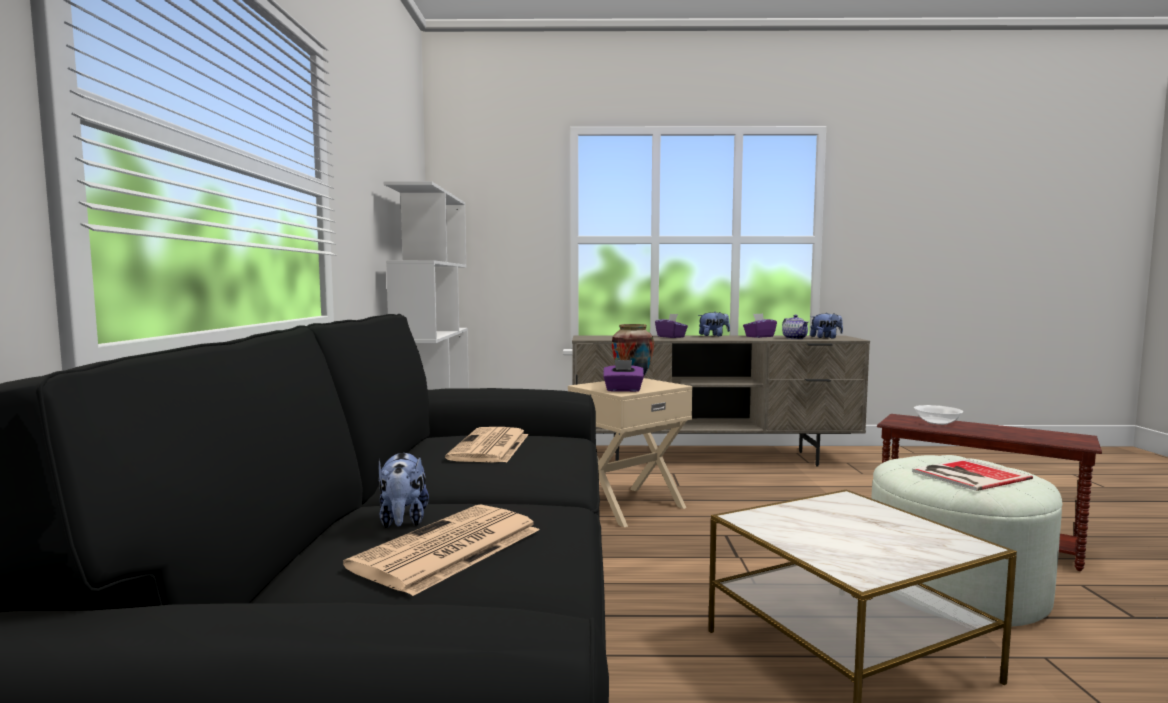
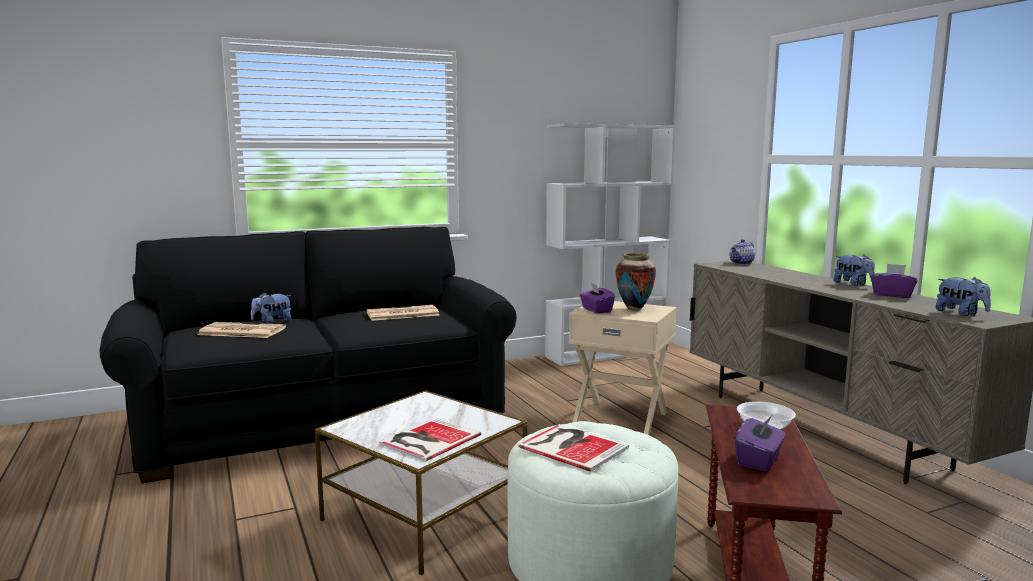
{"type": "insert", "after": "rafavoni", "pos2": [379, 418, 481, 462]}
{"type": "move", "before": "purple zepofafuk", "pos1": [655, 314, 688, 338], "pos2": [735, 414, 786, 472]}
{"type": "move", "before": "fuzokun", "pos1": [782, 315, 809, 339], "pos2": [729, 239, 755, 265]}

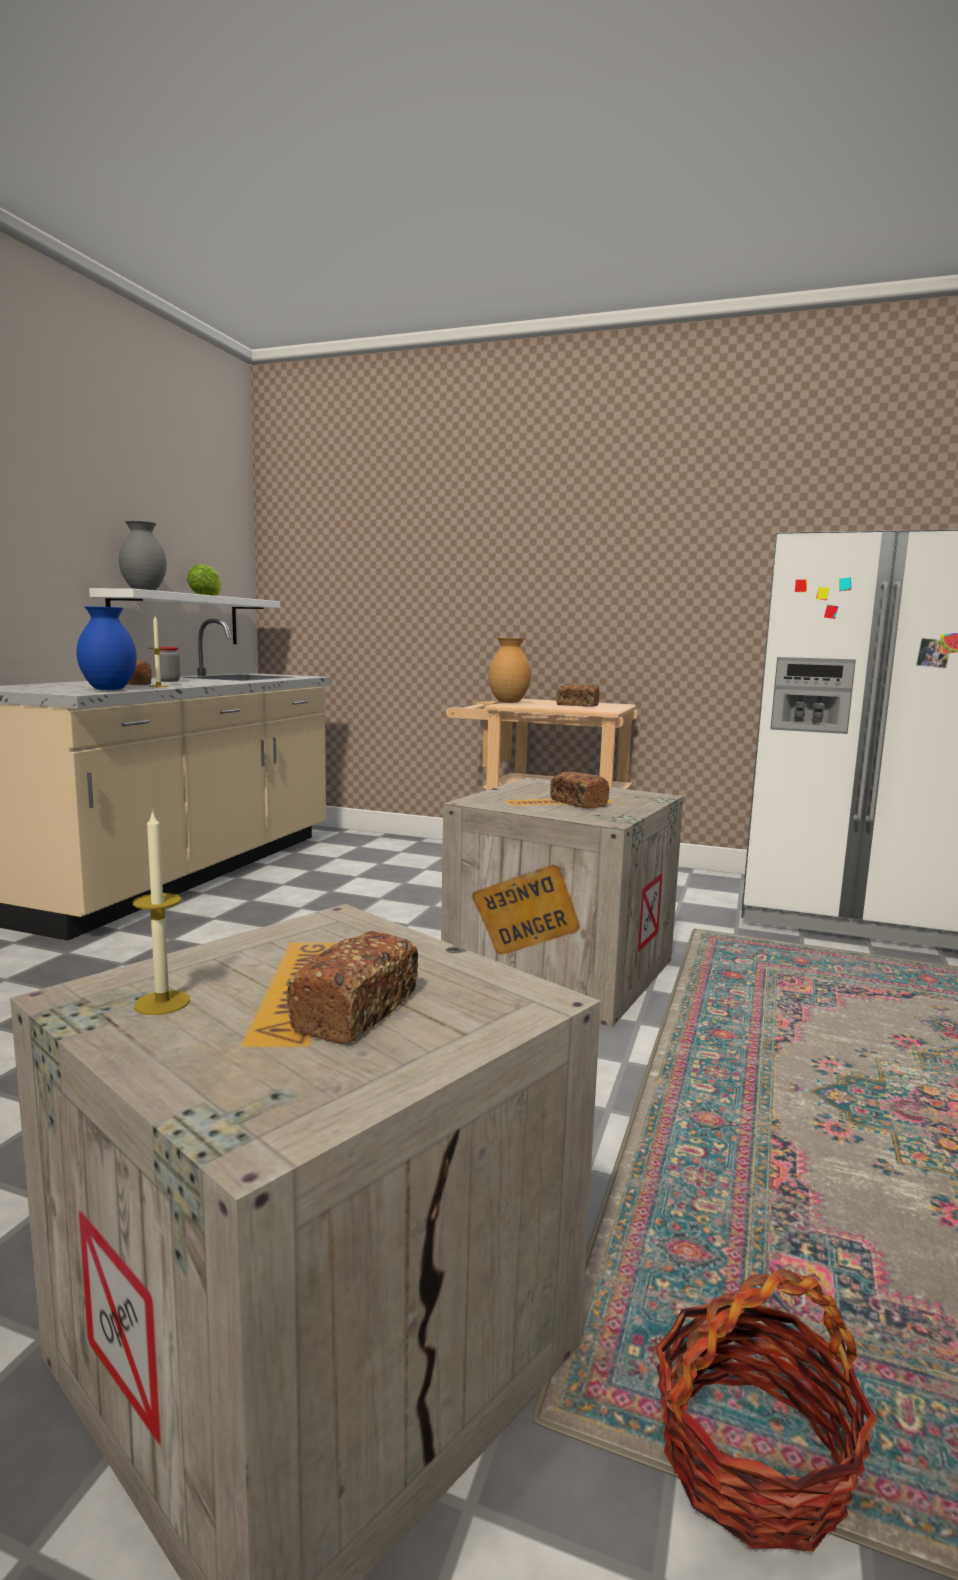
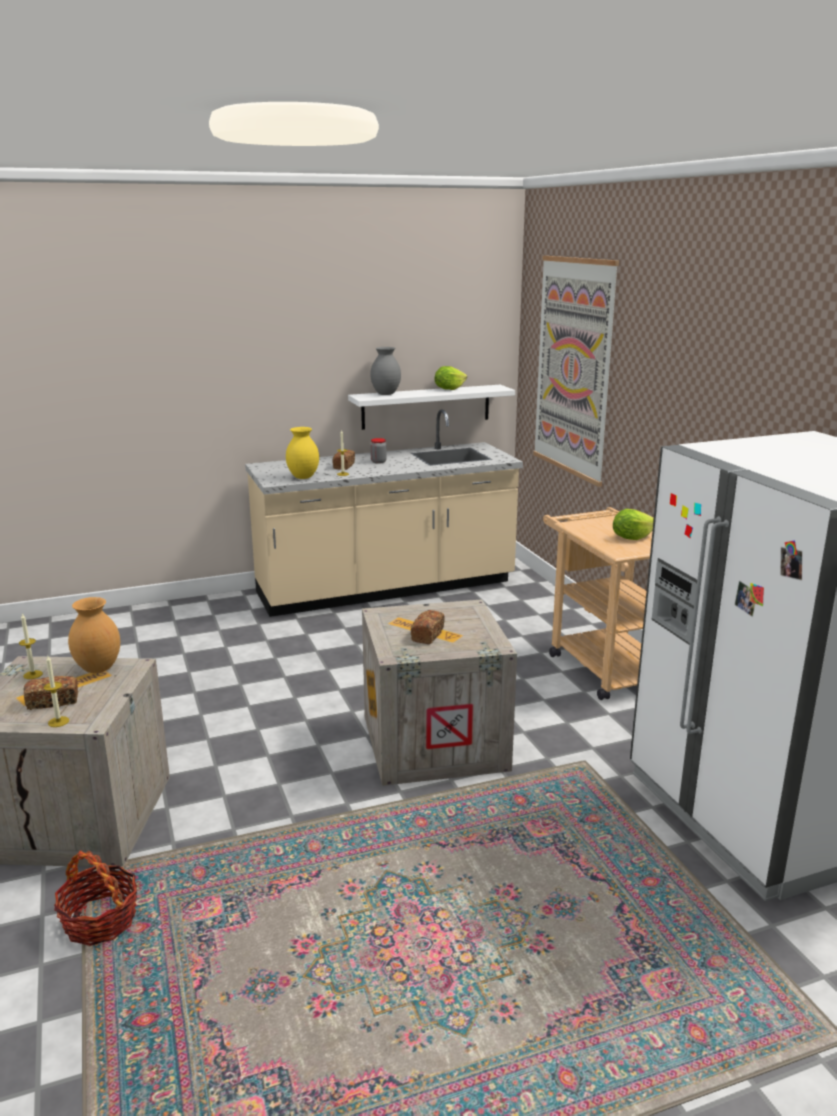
{"type": "insert", "after": "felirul", "pos2": [43, 656, 69, 727]}
{"type": "insert", "after": "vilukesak", "pos2": [533, 256, 619, 487]}
{"type": "move", "before": "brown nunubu", "pos1": [488, 638, 531, 703], "pos2": [68, 597, 120, 673]}
{"type": "replace", "before": "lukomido", "after": "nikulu", "pos1": [556, 685, 600, 706], "pos2": [613, 509, 654, 540]}
{"type": "recolor", "before": "blue nunubu", "after": "yellow nunubu", "pos1": [76, 606, 137, 690], "pos2": [286, 427, 319, 479]}

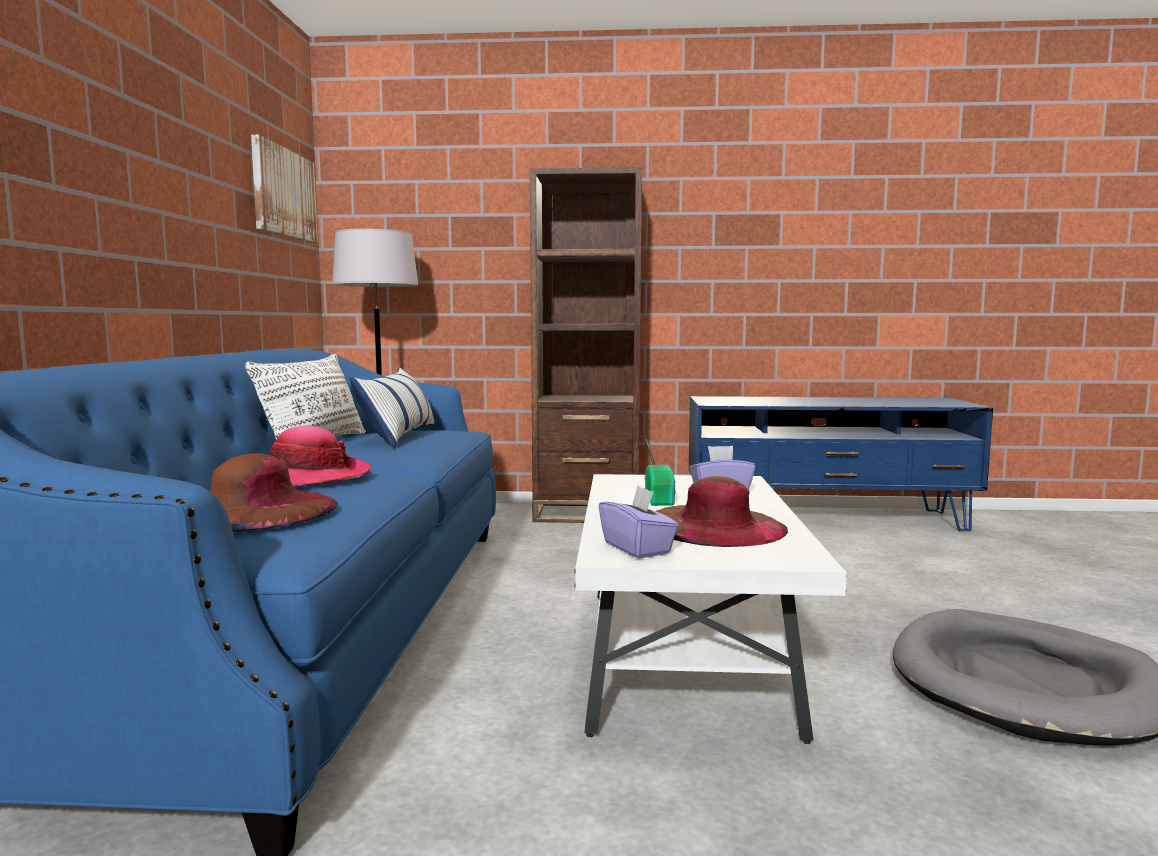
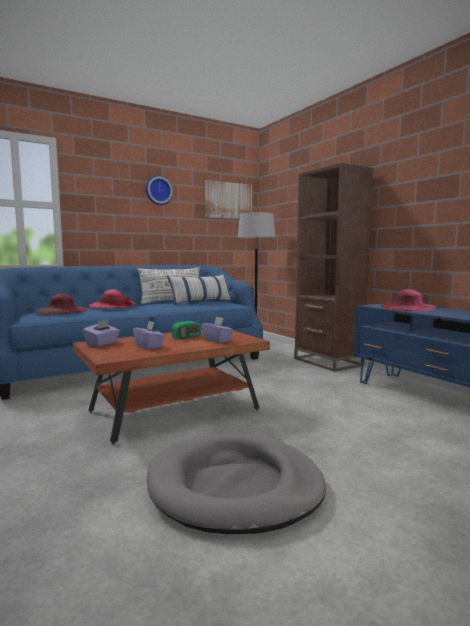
{"type": "insert", "after": "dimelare", "pos2": [146, 175, 173, 205]}
{"type": "insert", "after": "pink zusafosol", "pos2": [381, 289, 436, 311]}
{"type": "replace", "before": "brown zusafosol", "after": "purple zepofafuk", "pos1": [656, 476, 788, 547], "pos2": [133, 321, 165, 349]}
{"type": "recolor", "before": "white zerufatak", "after": "brown zerufatak", "pos1": [575, 474, 847, 744], "pos2": [73, 329, 270, 445]}

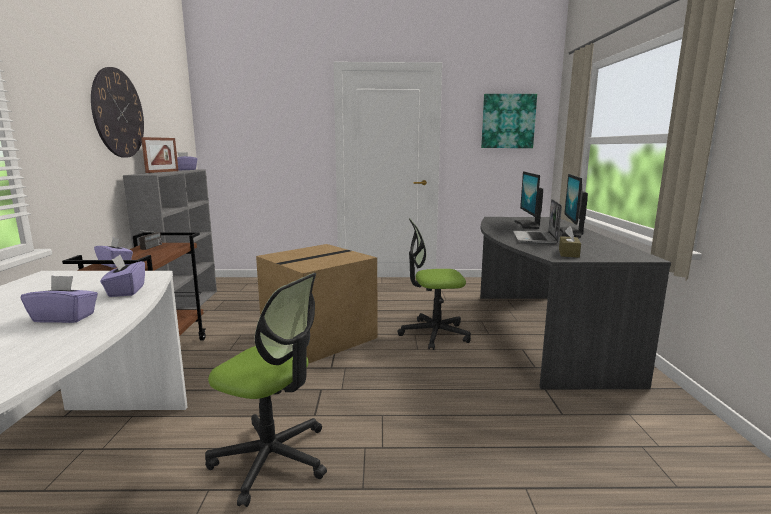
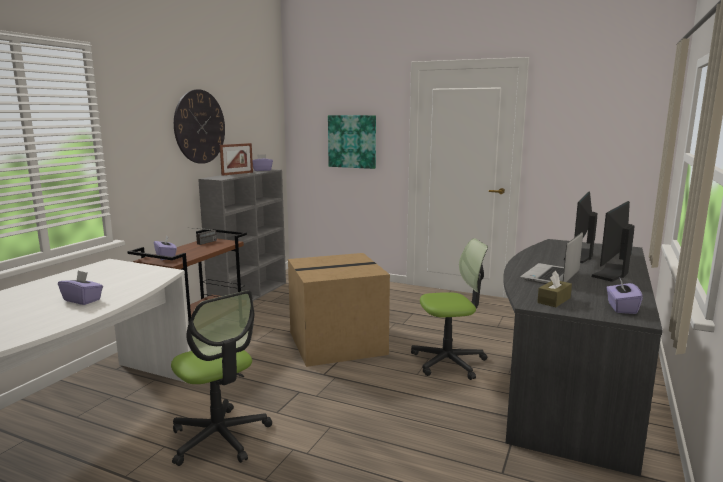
{"type": "move", "before": "purple zepofafuk", "pos1": [100, 255, 145, 297], "pos2": [606, 277, 643, 314]}
{"type": "move", "before": "vilukesak", "pos1": [481, 94, 537, 148], "pos2": [328, 115, 376, 169]}
{"type": "rotate", "before": "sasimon", "pos1": [397, 218, 471, 350], "pos2": [411, 238, 488, 380], "turn": 150}

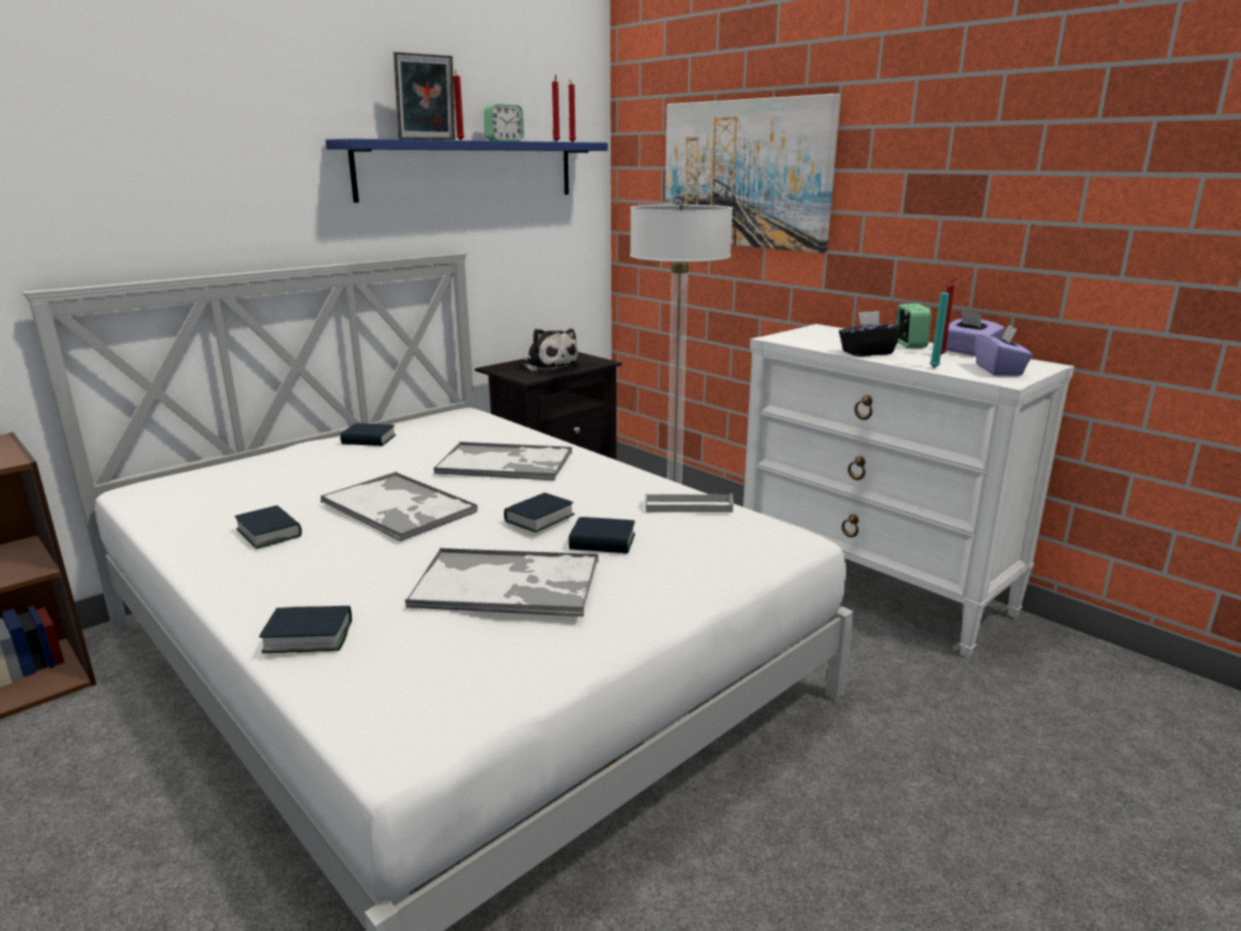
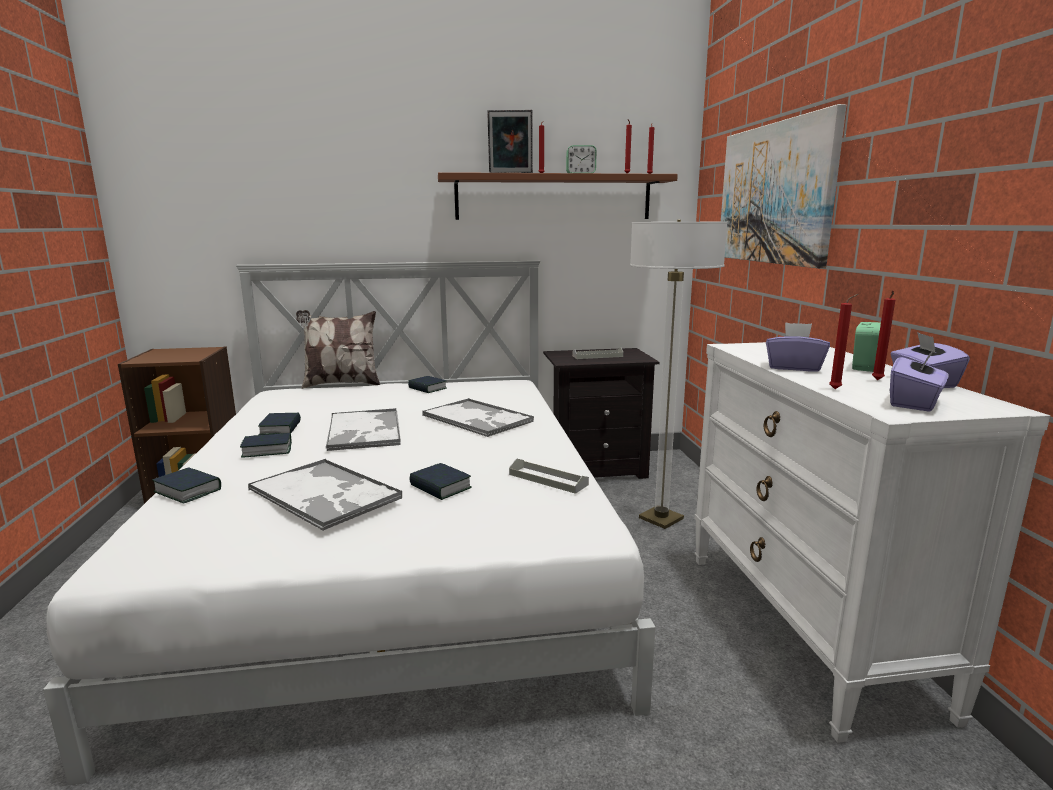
{"type": "insert", "after": "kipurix", "pos2": [296, 310, 380, 389]}
{"type": "move", "before": "rafavoni", "pos1": [504, 493, 575, 532], "pos2": [240, 433, 292, 458]}
{"type": "replace", "before": "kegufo", "after": "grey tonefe", "pos1": [522, 329, 580, 372], "pos2": [572, 347, 623, 359]}
{"type": "recolor", "before": "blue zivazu", "after": "brown zivazu", "pos1": [325, 139, 608, 203], "pos2": [438, 172, 678, 220]}
{"type": "recolor", "before": "black zepofafuk", "after": "purple zepofafuk", "pos1": [839, 311, 902, 356], "pos2": [766, 322, 830, 372]}
{"type": "recolor", "before": "turquoise felirul", "after": "red felirul", "pos1": [930, 284, 952, 368], "pos2": [829, 294, 859, 389]}

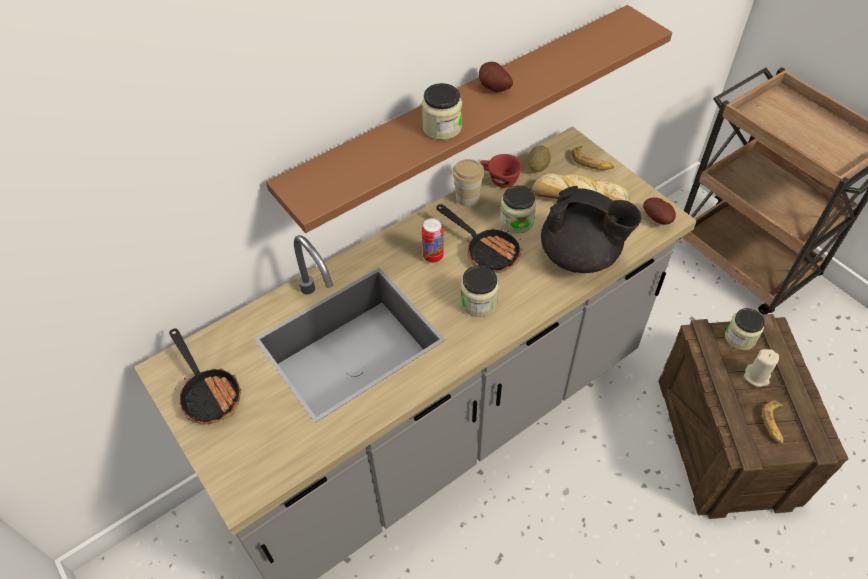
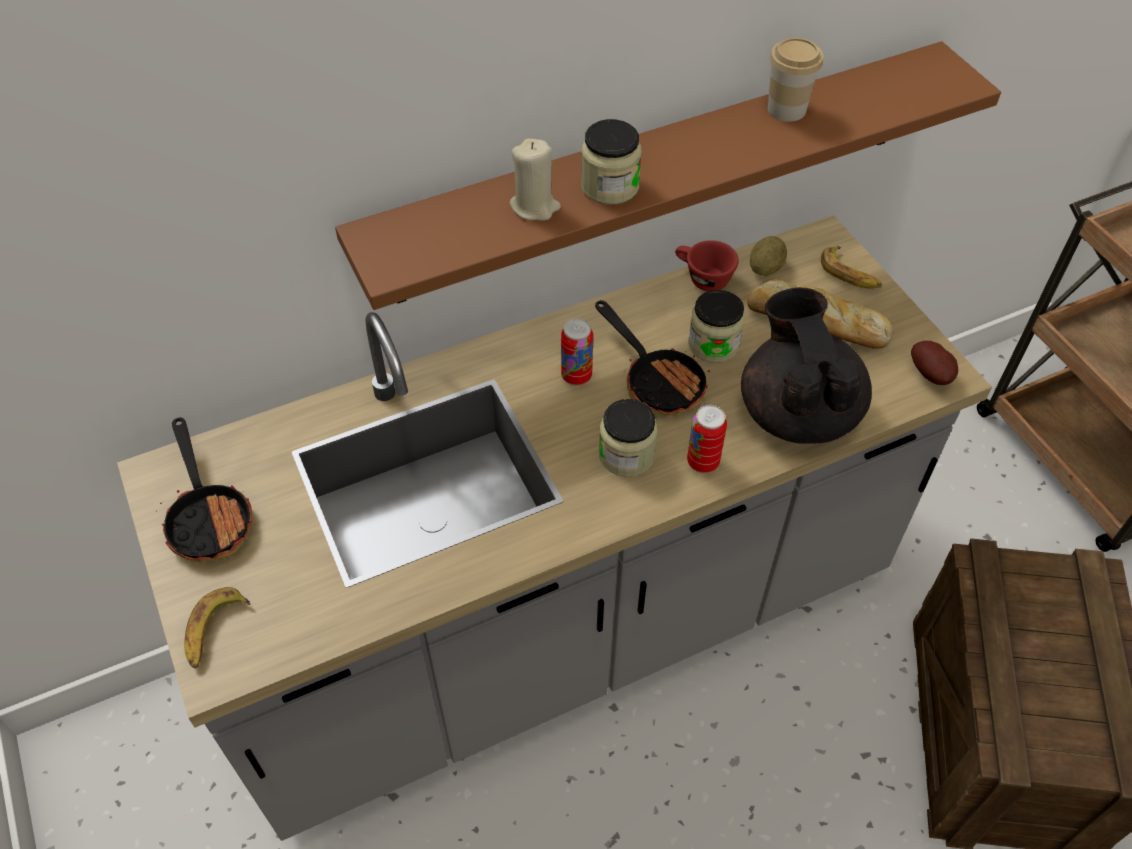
{"type": "delete", "before": "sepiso", "pos1": [479, 62, 513, 92]}
{"type": "delete", "before": "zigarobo", "pos1": [725, 308, 765, 350]}
{"type": "insert", "after": "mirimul", "pos2": [687, 405, 727, 473]}
{"type": "move", "before": "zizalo", "pos1": [452, 159, 485, 207], "pos2": [768, 38, 823, 122]}
{"type": "move", "before": "beige felirul", "pos1": [744, 349, 779, 387], "pos2": [510, 139, 561, 221]}
{"type": "move", "before": "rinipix", "pos1": [762, 400, 786, 444], "pos2": [184, 587, 250, 668]}
{"type": "rotate", "before": "black fuzokun", "pos1": [541, 186, 641, 273], "pos2": [741, 287, 872, 444], "turn": -135}

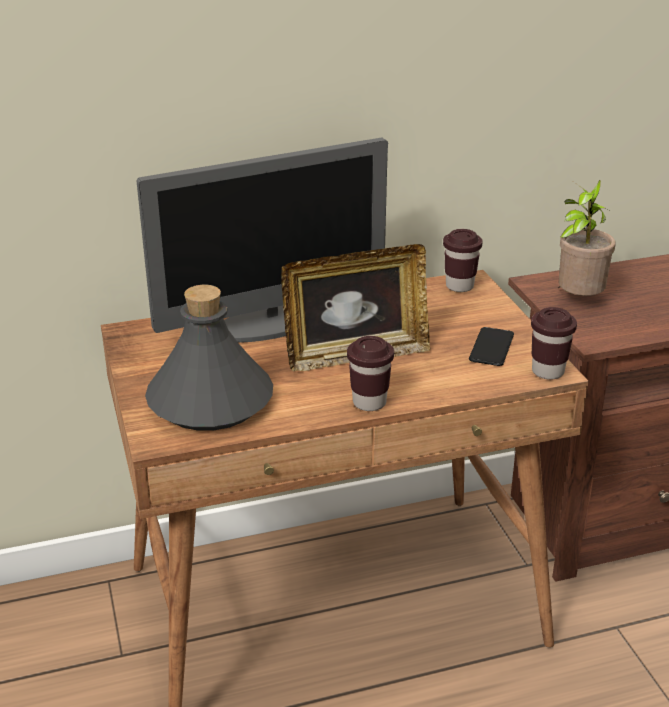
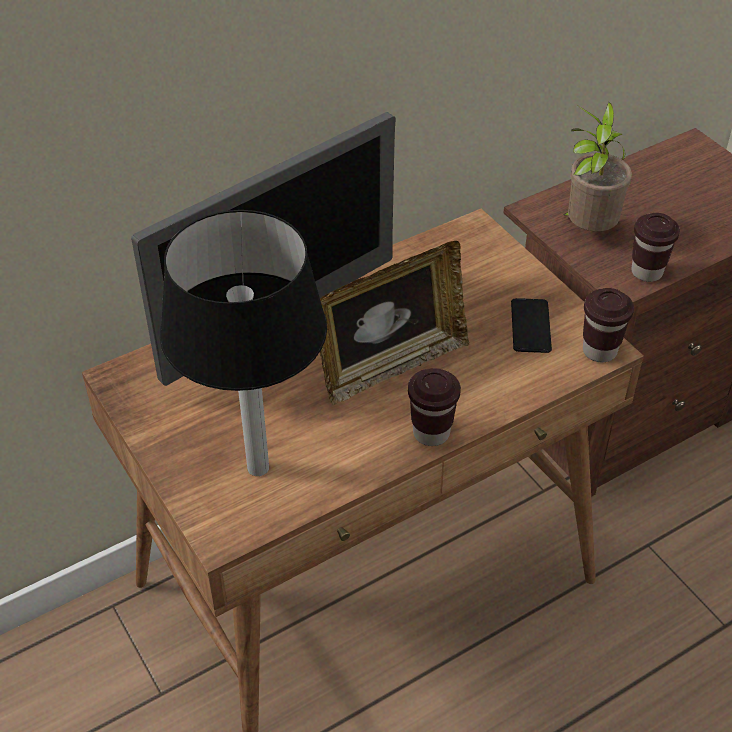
{"type": "move", "before": "brown zizalo", "pos1": [443, 229, 483, 292], "pos2": [631, 213, 680, 282]}
{"type": "replace", "before": "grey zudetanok", "after": "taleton", "pos1": [145, 285, 273, 431], "pos2": [160, 210, 327, 476]}

